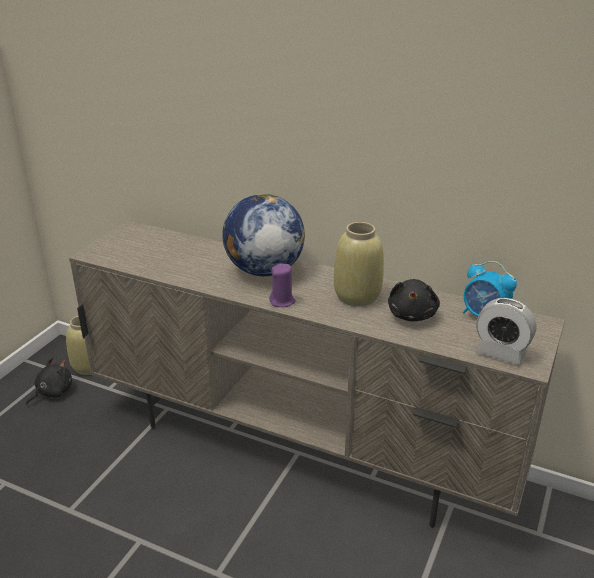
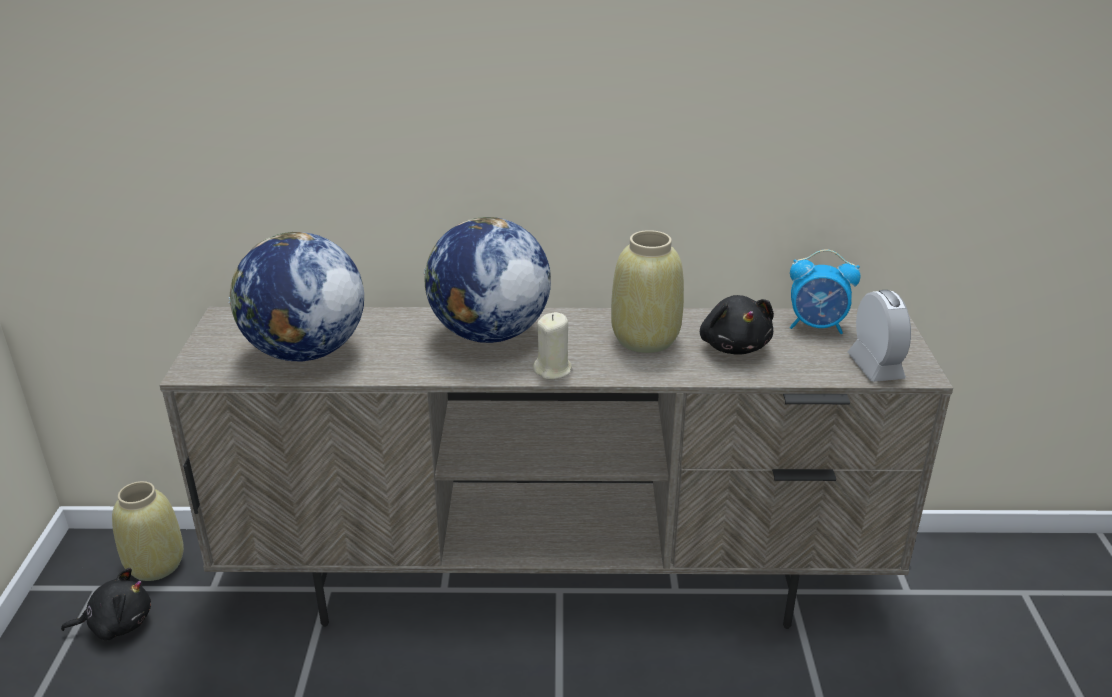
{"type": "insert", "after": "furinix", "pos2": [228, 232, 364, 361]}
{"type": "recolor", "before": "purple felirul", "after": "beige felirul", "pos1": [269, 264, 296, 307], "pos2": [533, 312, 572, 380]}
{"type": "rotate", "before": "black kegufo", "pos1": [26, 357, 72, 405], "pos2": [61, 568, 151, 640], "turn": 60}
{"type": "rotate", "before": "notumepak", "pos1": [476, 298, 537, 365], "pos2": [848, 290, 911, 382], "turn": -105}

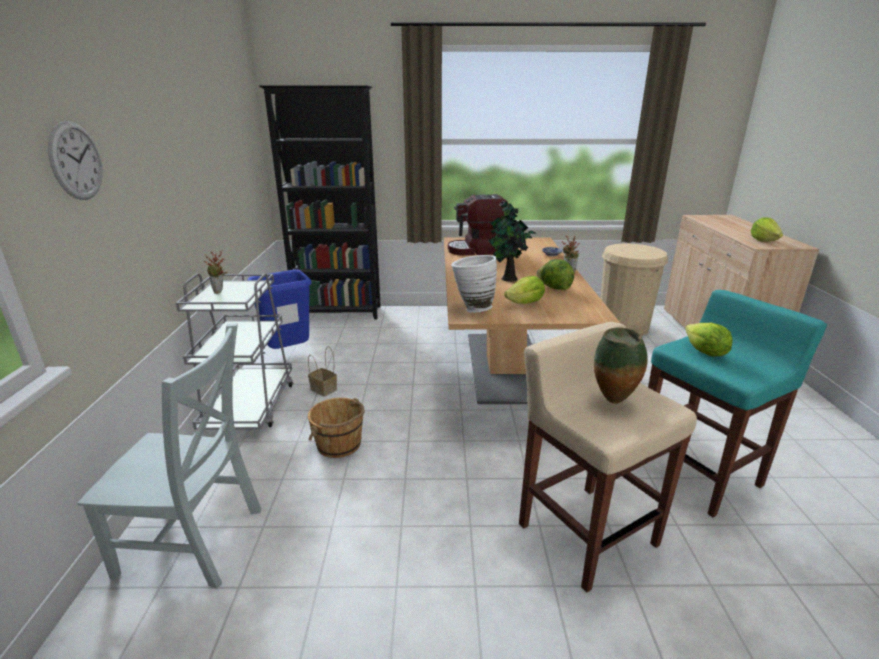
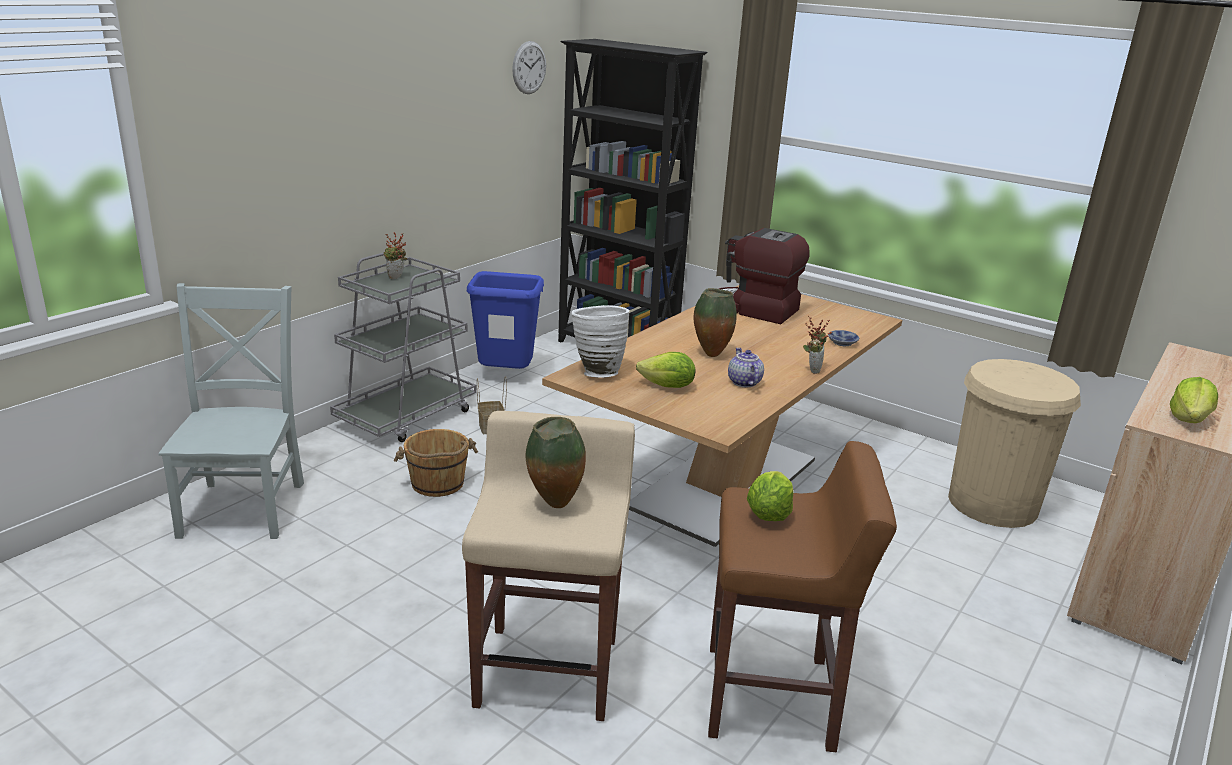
{"type": "move", "before": "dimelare", "pos1": [48, 121, 103, 200], "pos2": [512, 41, 546, 94]}
{"type": "replace", "before": "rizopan", "after": "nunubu", "pos1": [488, 200, 536, 282], "pos2": [694, 288, 737, 357]}
{"type": "replace", "before": "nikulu", "after": "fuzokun", "pos1": [537, 259, 574, 290], "pos2": [728, 348, 764, 387]}
{"type": "recolor", "before": "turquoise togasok", "after": "brown togasok", "pos1": [648, 290, 827, 517], "pos2": [708, 441, 897, 752]}
{"type": "rotate", "before": "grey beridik", "pos1": [78, 323, 261, 589], "pos2": [158, 283, 304, 539], "turn": -135}

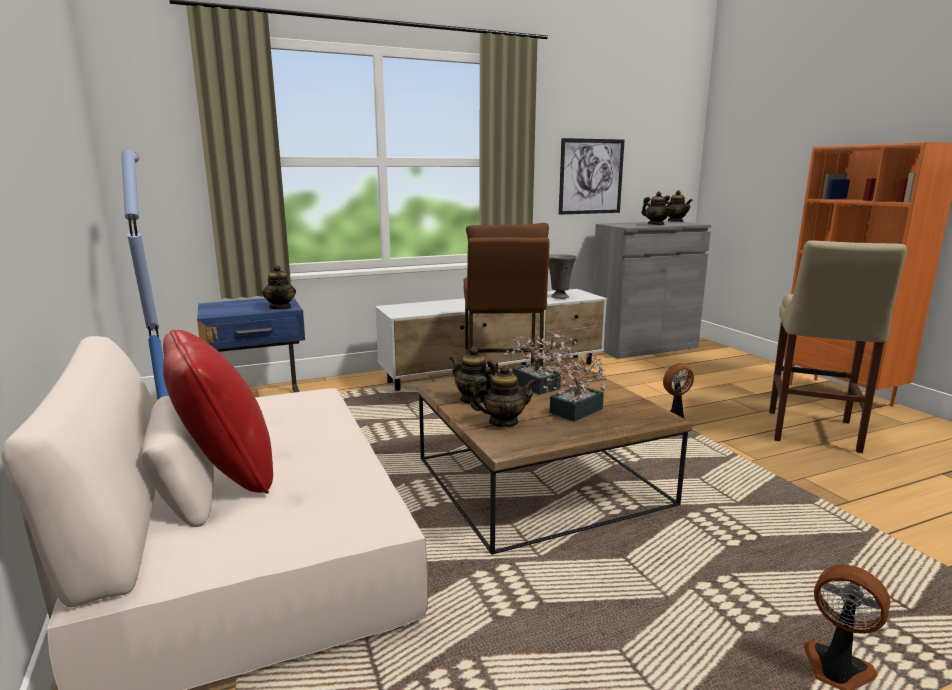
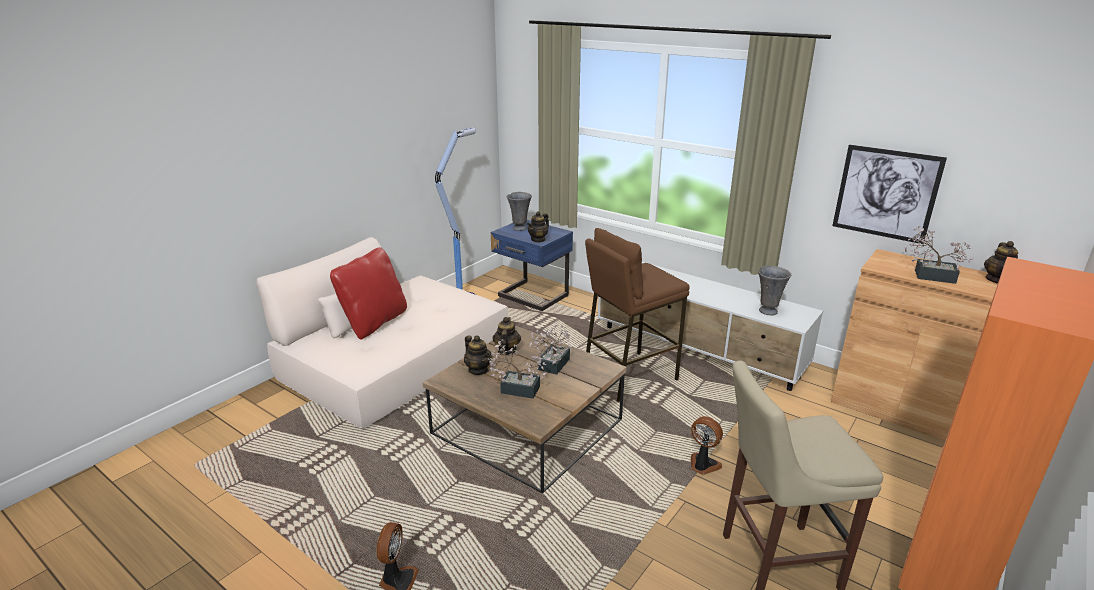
{"type": "insert", "after": "grey nunubu", "pos2": [507, 192, 532, 231]}
{"type": "replace", "before": "fuzokun", "after": "rizopan", "pos1": [642, 191, 674, 225], "pos2": [905, 226, 973, 284]}
{"type": "recolor", "before": "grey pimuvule", "after": "brown pimuvule", "pos1": [592, 221, 711, 359], "pos2": [831, 249, 998, 441]}

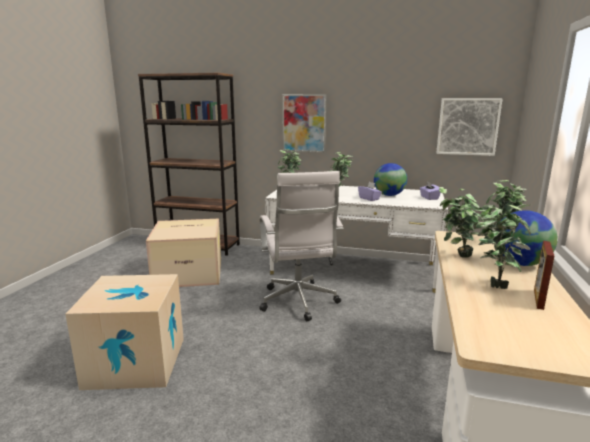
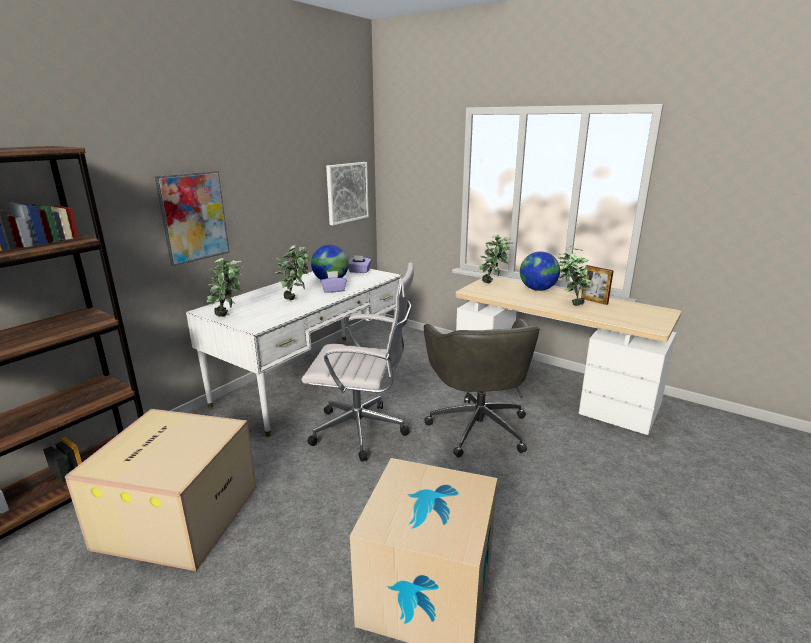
{"type": "delete", "before": "rizopan", "pos1": [439, 187, 491, 258]}
{"type": "insert", "after": "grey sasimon", "pos2": [424, 319, 540, 458]}

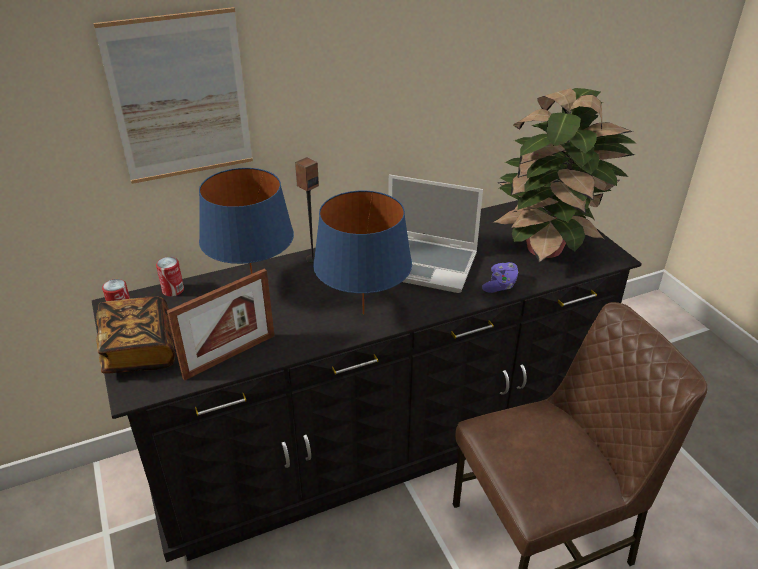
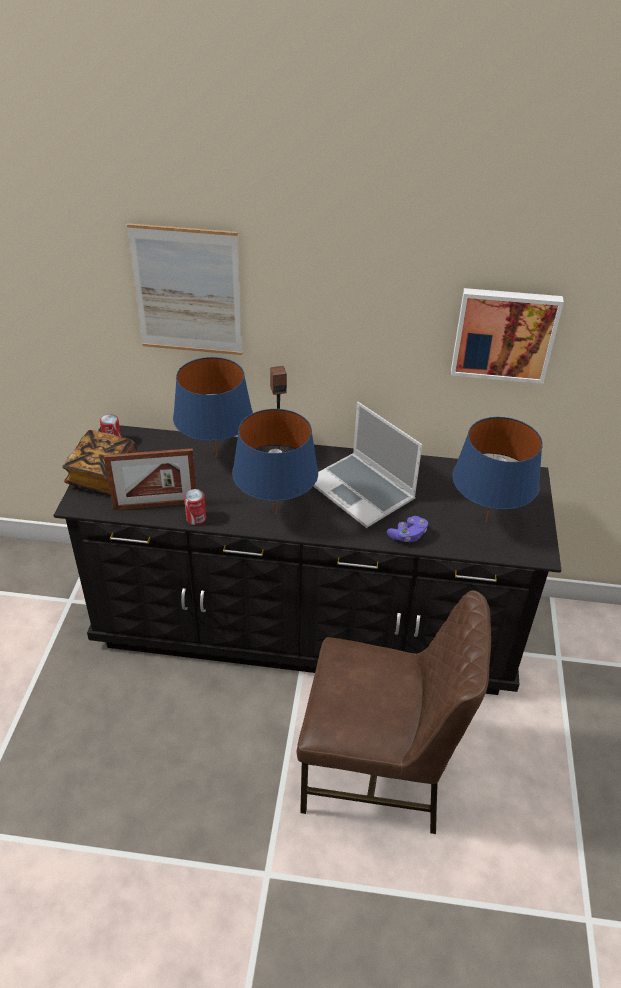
{"type": "insert", "after": "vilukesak", "pos2": [451, 288, 564, 384]}
{"type": "move", "before": "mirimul", "pos1": [156, 257, 184, 296], "pos2": [184, 489, 206, 525]}
{"type": "replace", "before": "rizopan", "after": "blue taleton", "pos1": [492, 88, 637, 263], "pos2": [452, 417, 543, 522]}

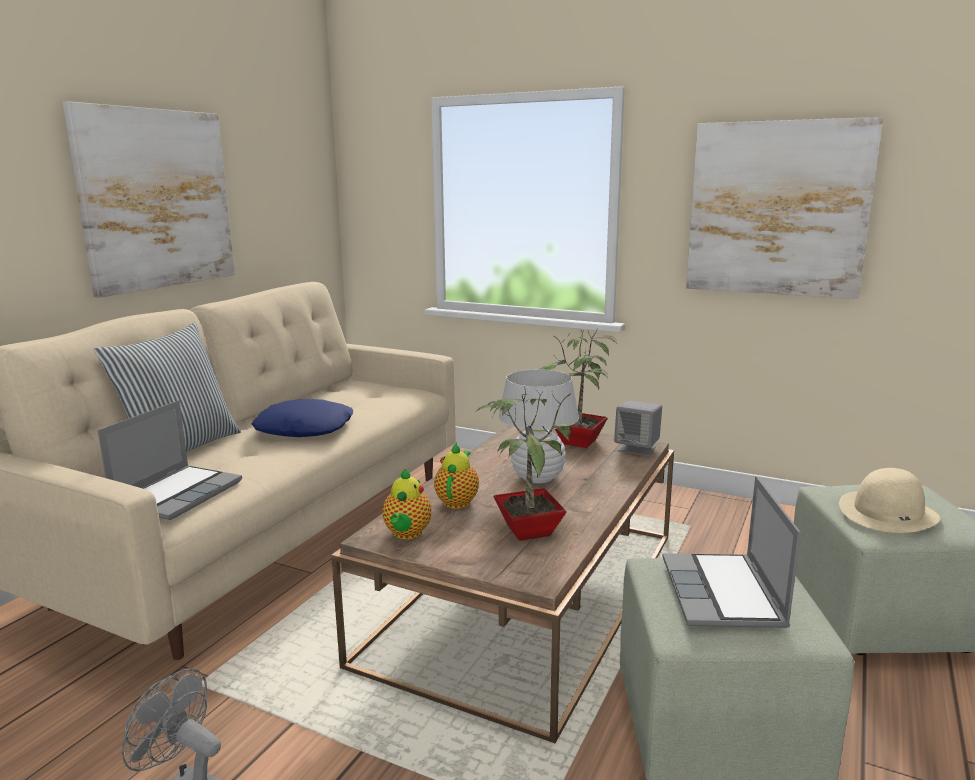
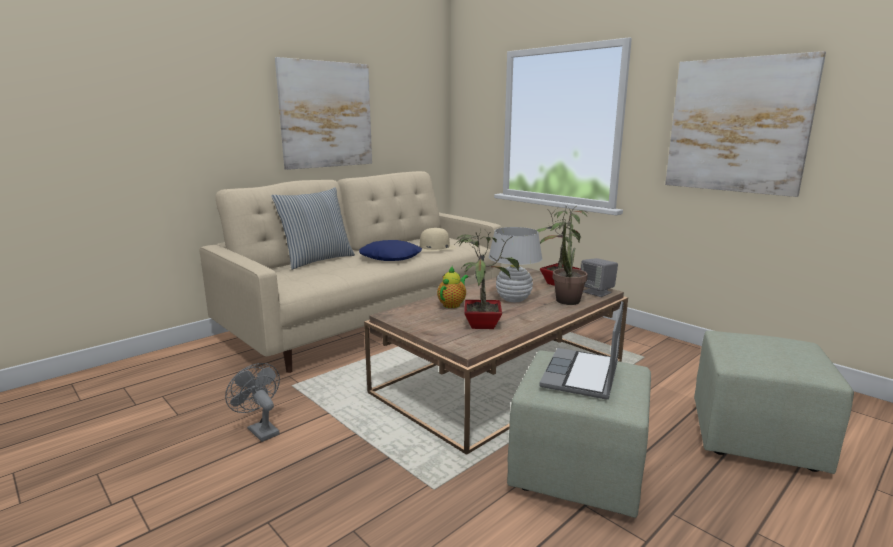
{"type": "delete", "before": "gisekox", "pos1": [97, 400, 242, 520]}
{"type": "delete", "before": "fuzokun", "pos1": [382, 468, 432, 539]}
{"type": "insert", "after": "rizopan", "pos2": [553, 214, 588, 305]}
{"type": "move", "before": "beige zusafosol", "pos1": [839, 468, 940, 533], "pos2": [417, 228, 456, 252]}

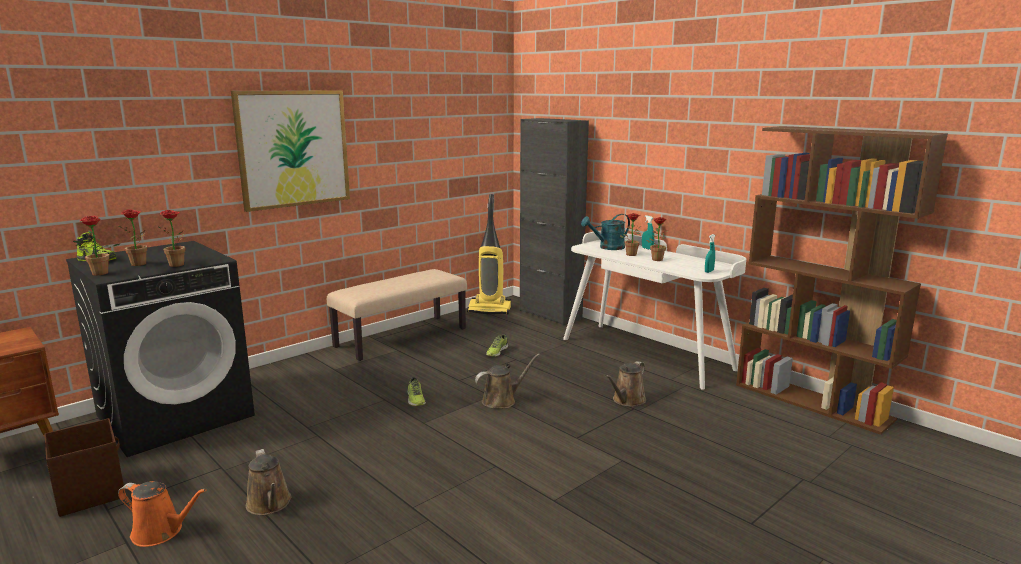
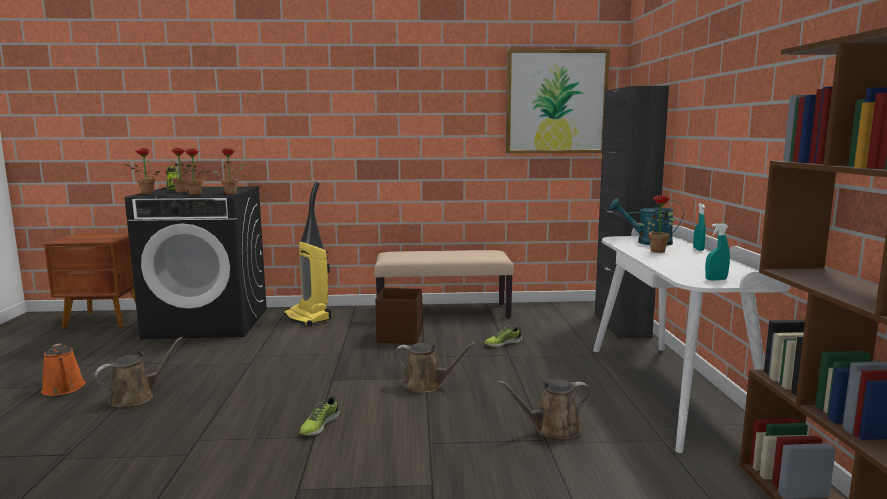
{"type": "move", "before": "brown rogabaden", "pos1": [45, 418, 124, 517], "pos2": [375, 288, 423, 344]}
{"type": "move", "before": "vilukesak", "pos1": [231, 90, 350, 212], "pos2": [506, 49, 610, 154]}
{"type": "move", "before": "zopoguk", "pos1": [407, 377, 426, 406], "pos2": [300, 396, 340, 436]}
{"type": "move", "before": "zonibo", "pos1": [467, 194, 511, 314], "pos2": [283, 182, 331, 326]}
{"type": "move", "before": "rizopan", "pos1": [647, 217, 669, 261], "pos2": [213, 148, 246, 194]}
{"type": "rotate", "before": "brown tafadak", "pos1": [246, 449, 292, 515], "pos2": [94, 337, 183, 407], "turn": -150}

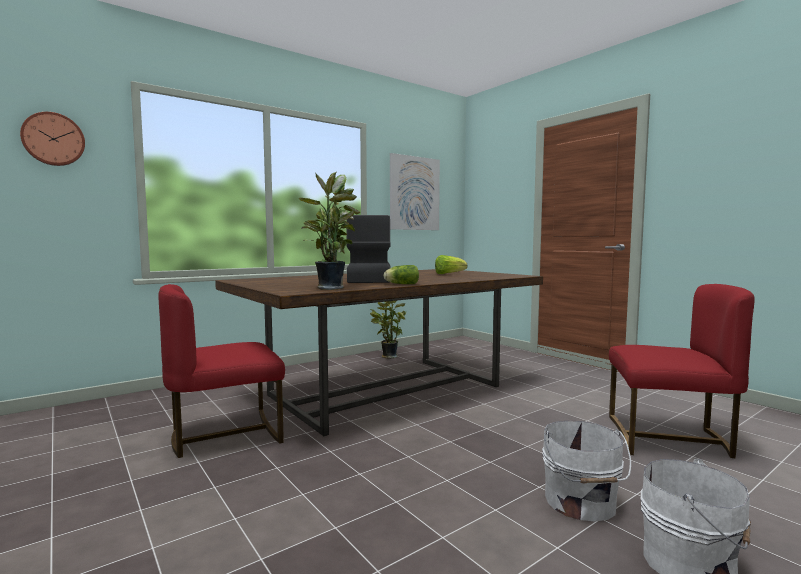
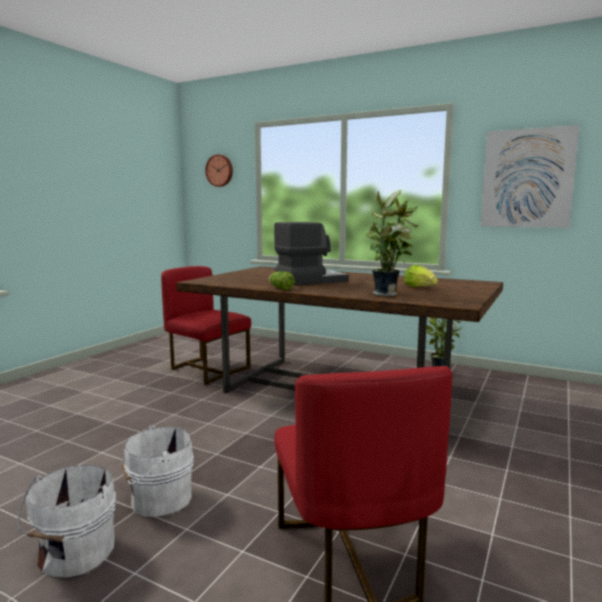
{"type": "move", "before": "rizopan", "pos1": [299, 172, 361, 290], "pos2": [365, 190, 419, 296]}

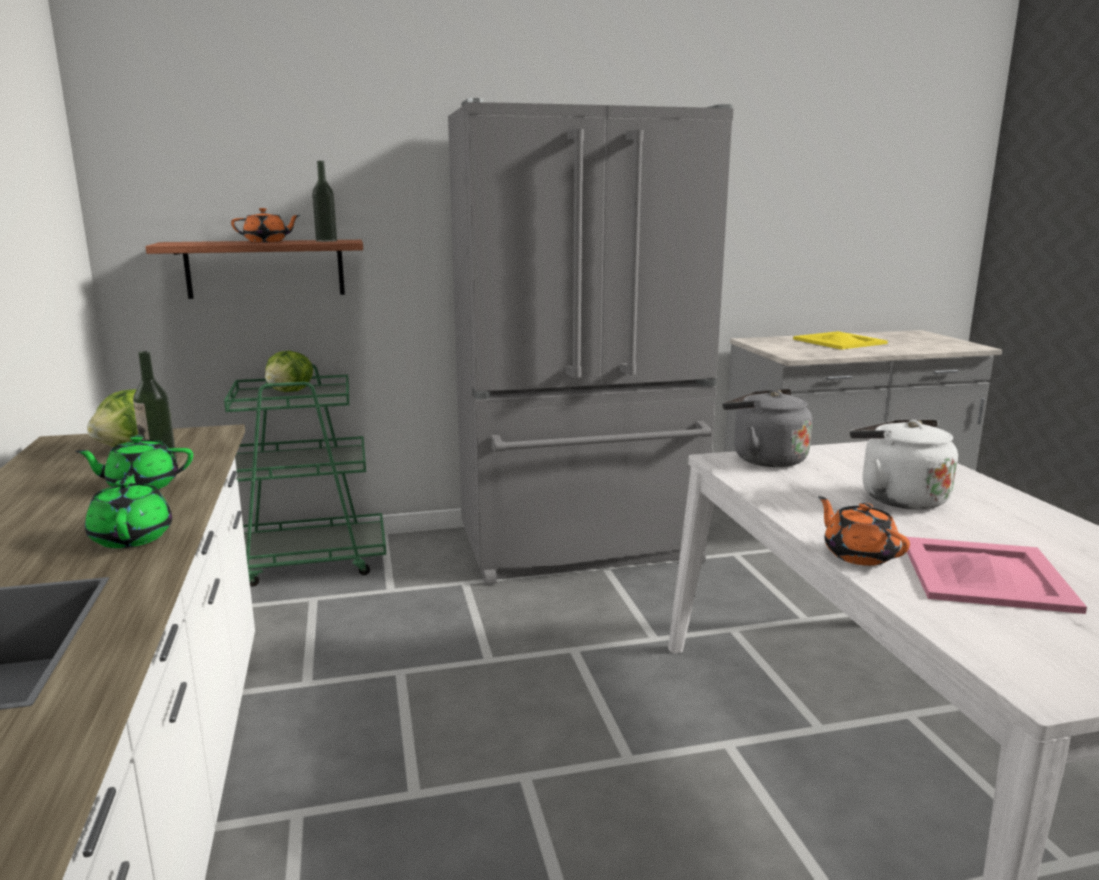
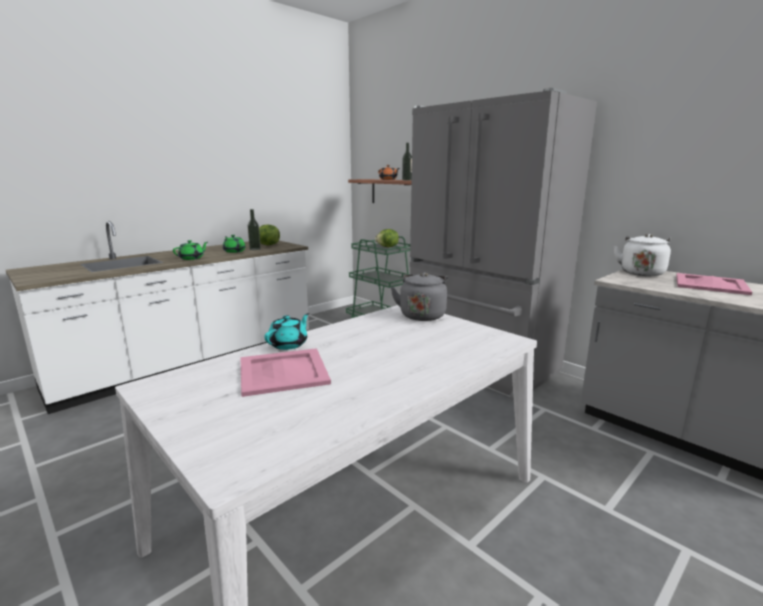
{"type": "move", "before": "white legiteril", "pos1": [850, 419, 958, 509], "pos2": [614, 234, 671, 276]}
{"type": "recolor", "before": "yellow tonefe", "after": "pink tonefe", "pos1": [793, 331, 888, 350], "pos2": [676, 273, 752, 295]}
{"type": "recolor", "before": "orange fuzokun", "after": "turquoise fuzokun", "pos1": [818, 496, 910, 566], "pos2": [264, 313, 309, 350]}

